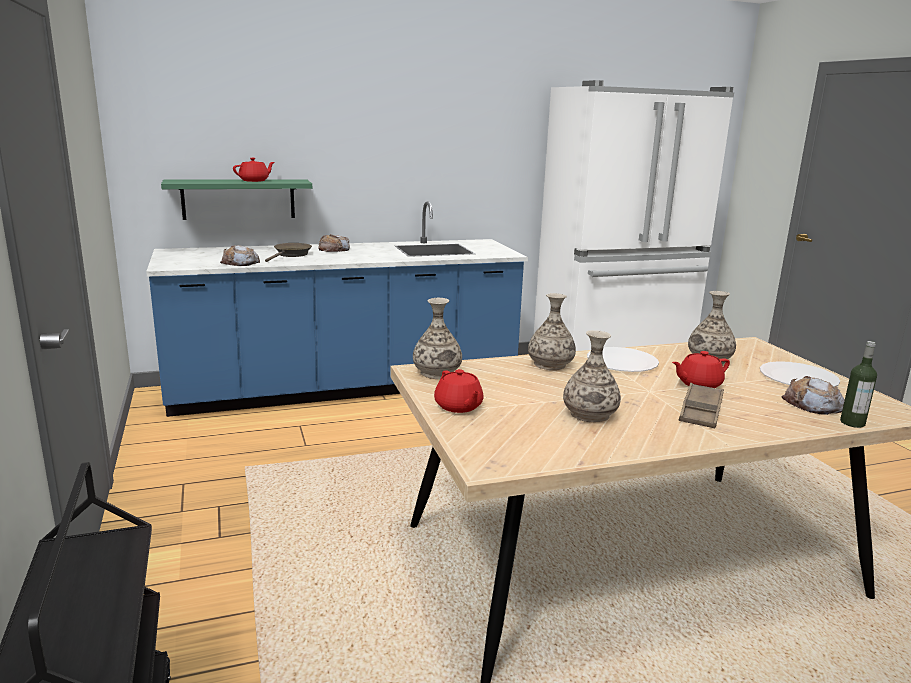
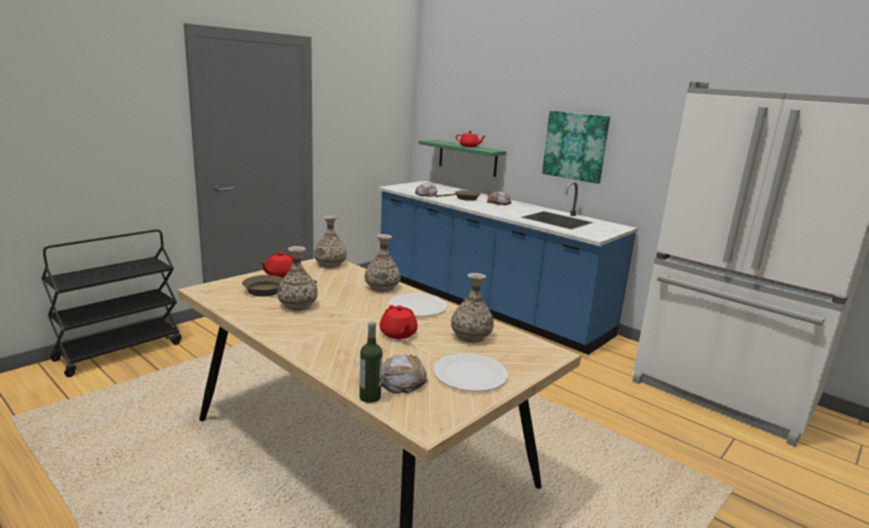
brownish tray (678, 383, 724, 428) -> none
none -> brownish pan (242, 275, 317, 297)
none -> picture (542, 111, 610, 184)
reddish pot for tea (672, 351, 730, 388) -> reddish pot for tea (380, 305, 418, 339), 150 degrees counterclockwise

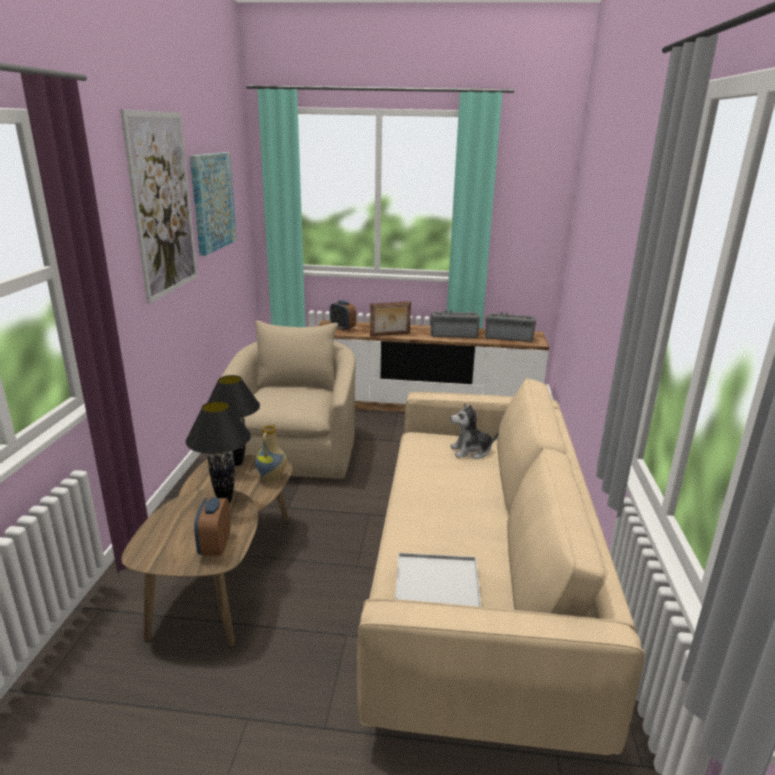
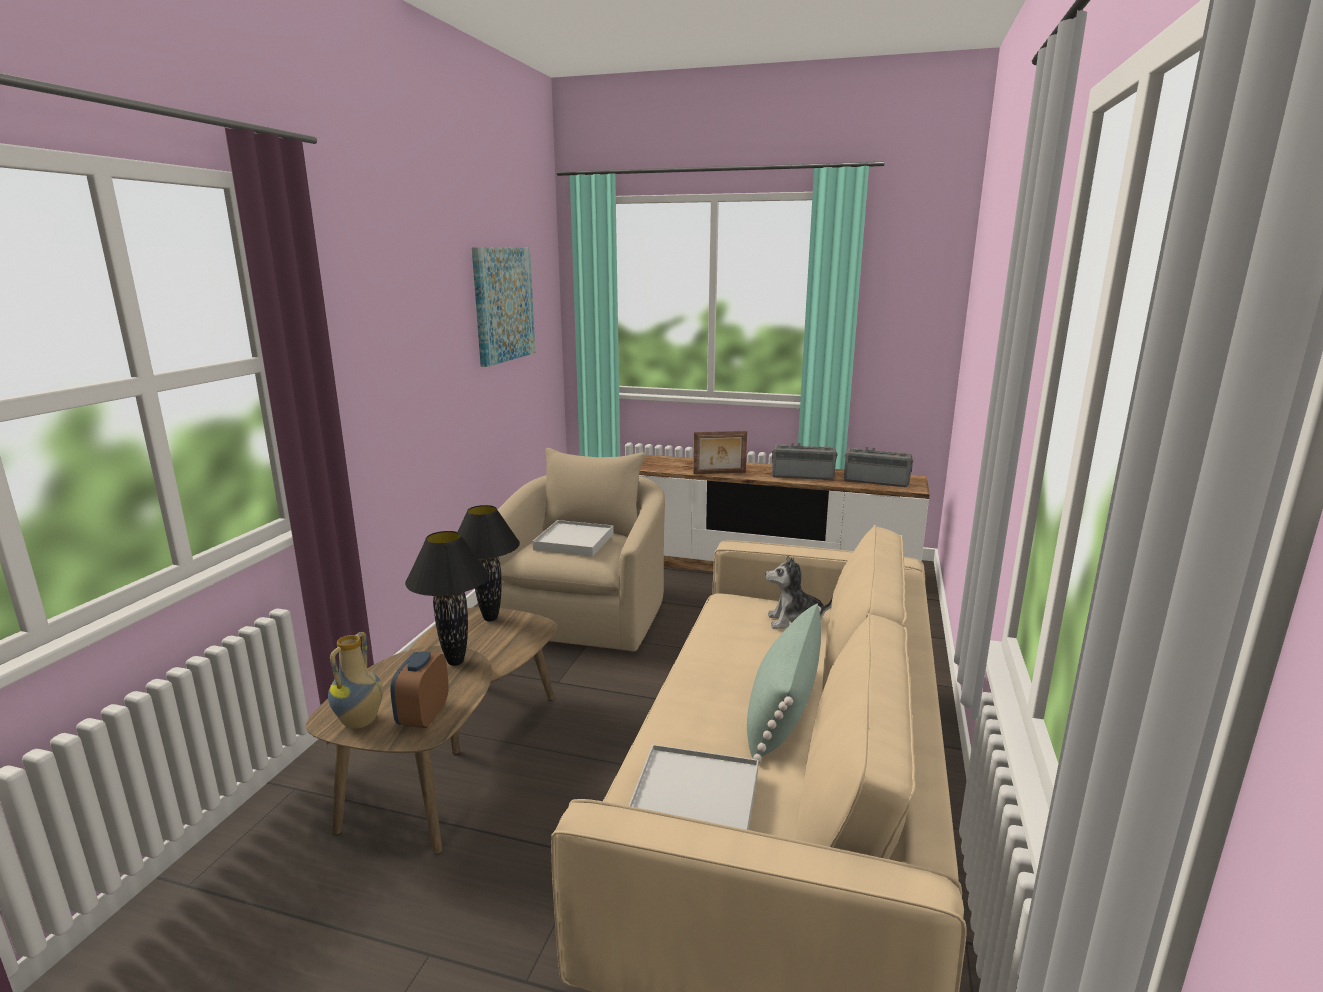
picture (120, 109, 198, 304) -> none
alarm clock (330, 300, 356, 331) -> none
none -> white-coloured tray (533, 520, 614, 557)
none -> green throw pillow (747, 603, 821, 763)
decorative vase (255, 423, 287, 482) -> decorative vase (328, 632, 383, 729), move

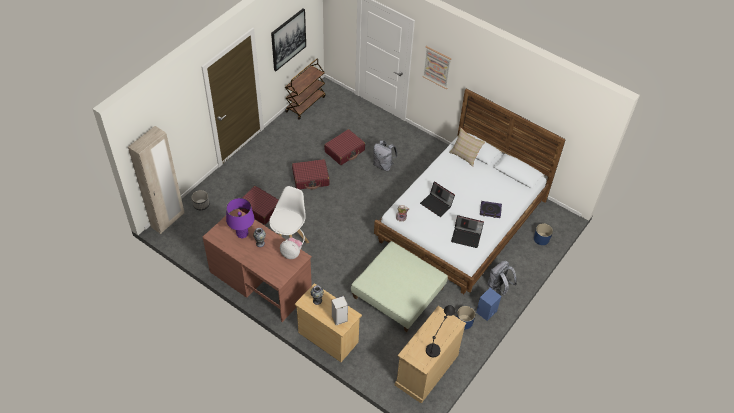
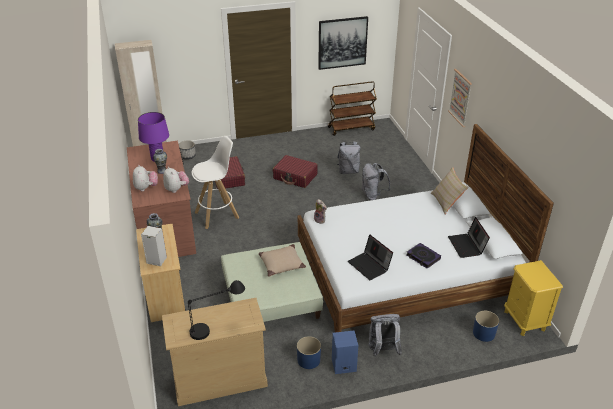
none -> soft toy (133, 165, 158, 191)
none -> beige throw pillow (259, 244, 306, 276)
none -> yellow-coloured night table (504, 260, 563, 336)
portable computer (420, 181, 455, 217) -> portable computer (448, 217, 490, 258), move
reddish suitcase (324, 129, 365, 165) -> greyish rucksack (337, 141, 361, 174)

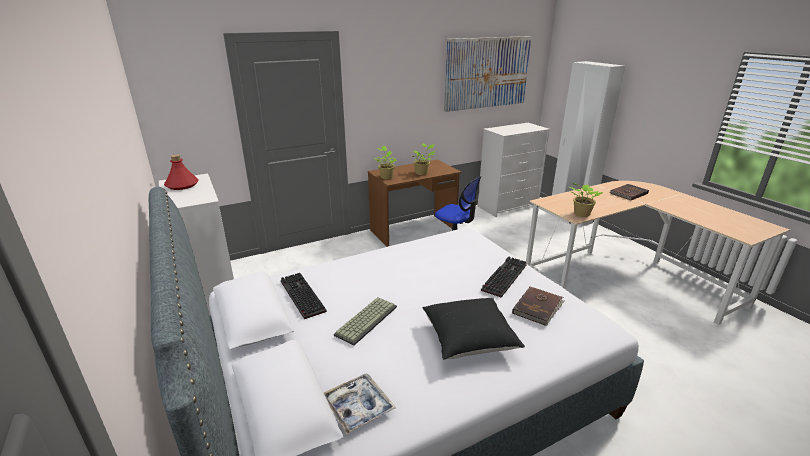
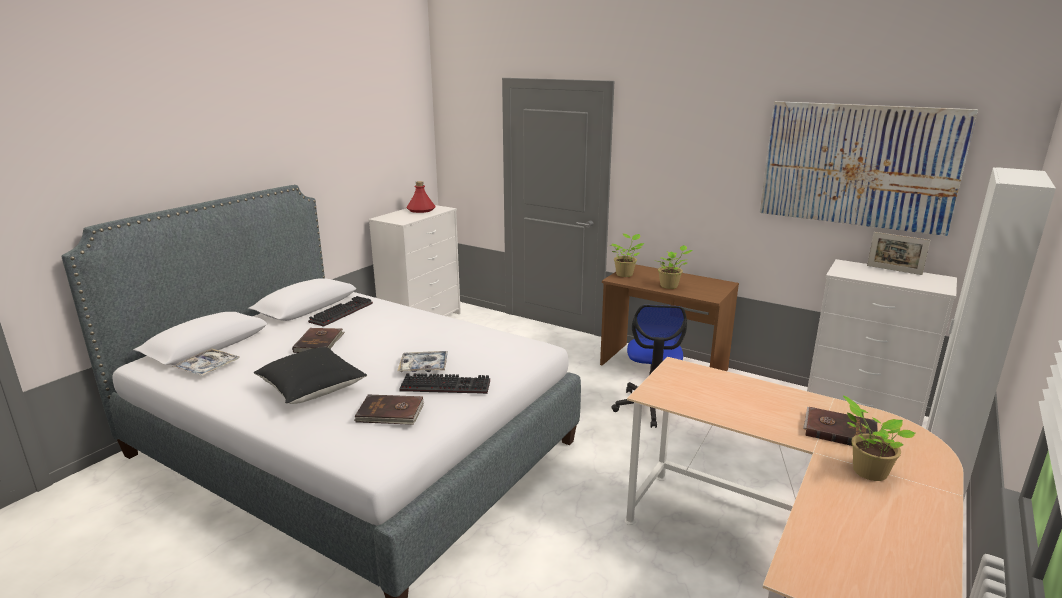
none -> tray (397, 351, 448, 372)
none -> picture frame (867, 232, 930, 275)
plant in a pot (570, 183, 603, 217) -> plant in a pot (843, 396, 915, 481), move
computer keyboard (334, 297, 397, 346) -> brownish volume (292, 328, 345, 353)

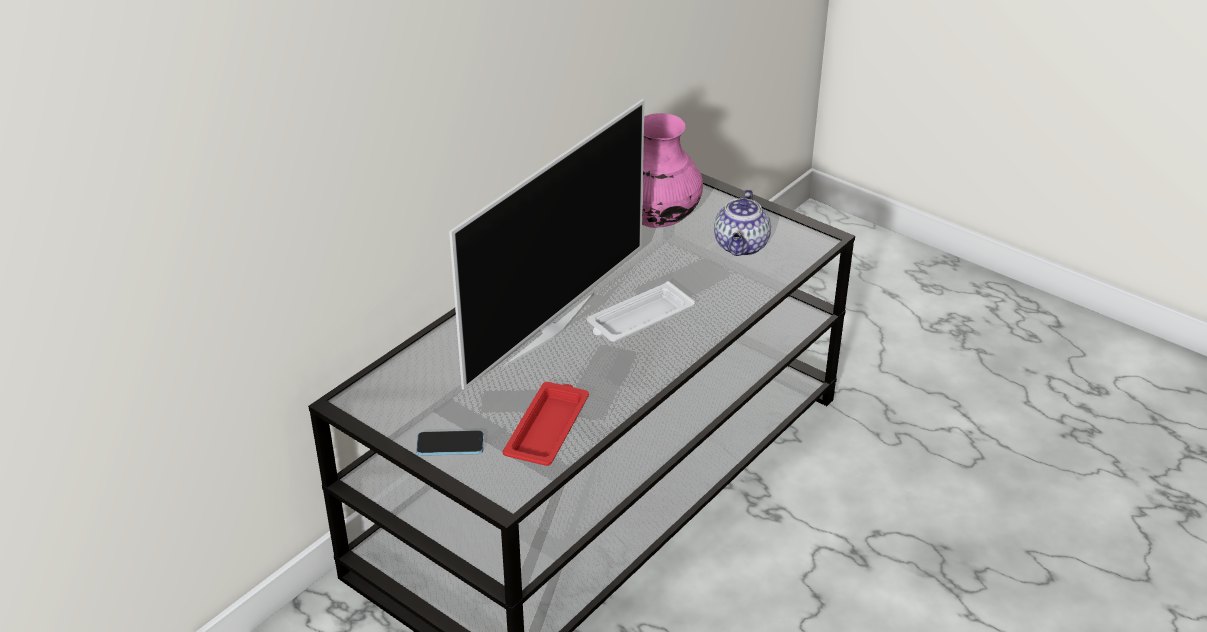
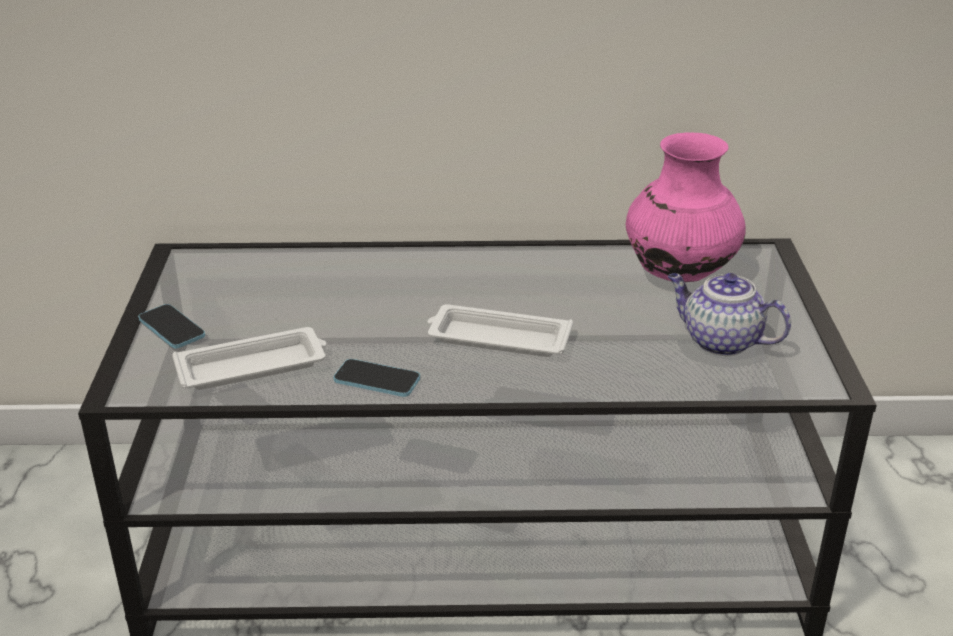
TV (449, 99, 645, 390) -> none
none -> phone (333, 359, 420, 397)
reddish tray (503, 382, 589, 466) -> white-coloured tray (173, 327, 327, 390)
pot for tea (714, 189, 771, 256) -> pot for tea (668, 273, 791, 356), 60 degrees clockwise

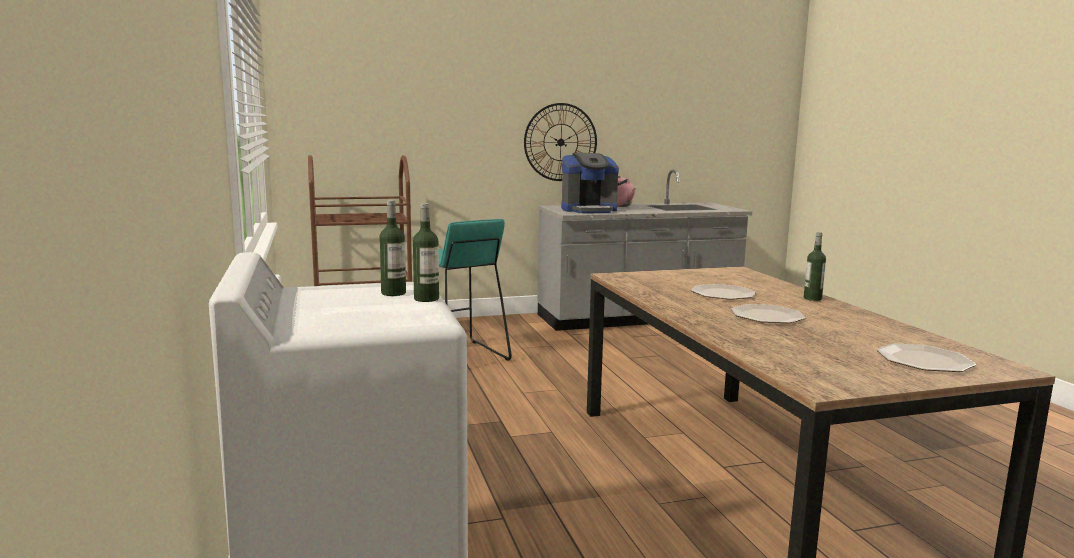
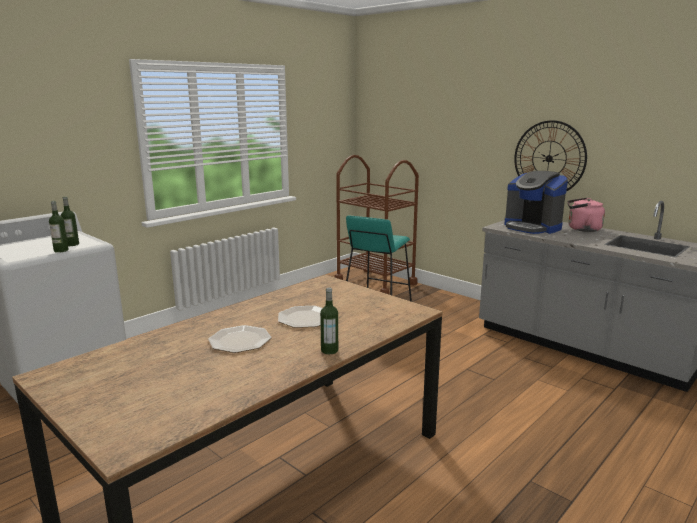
plate (877, 344, 976, 372) -> none

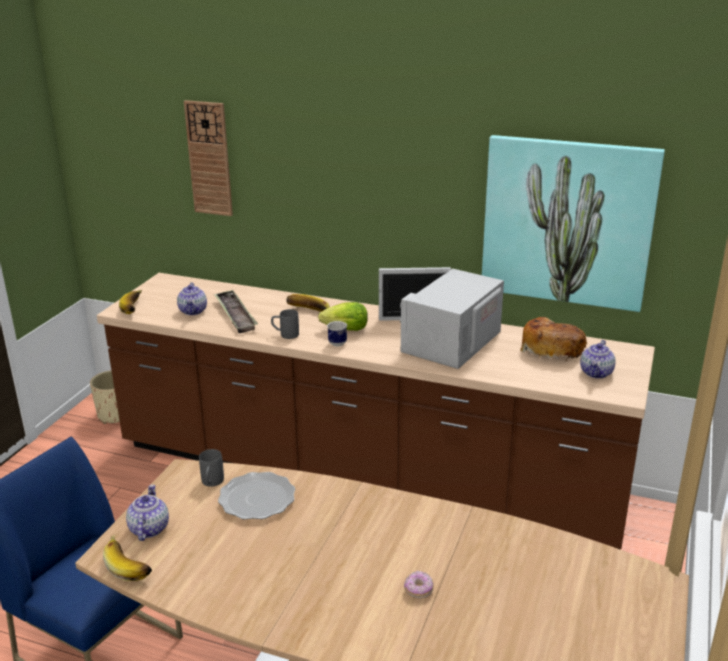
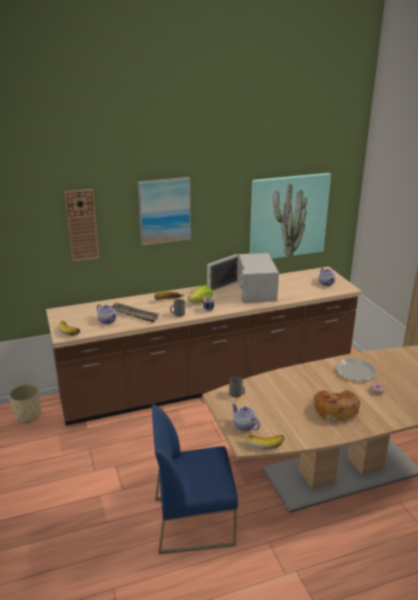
none -> picture (138, 177, 191, 246)
plate (218, 472, 295, 520) -> plate (336, 358, 376, 381), move
bread (520, 317, 587, 360) -> bread (313, 390, 360, 422), move

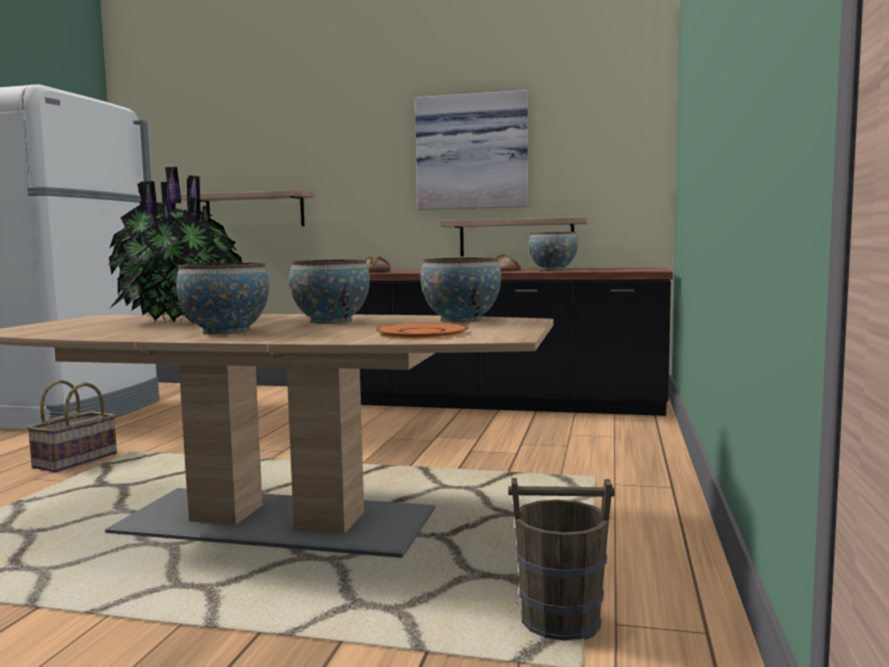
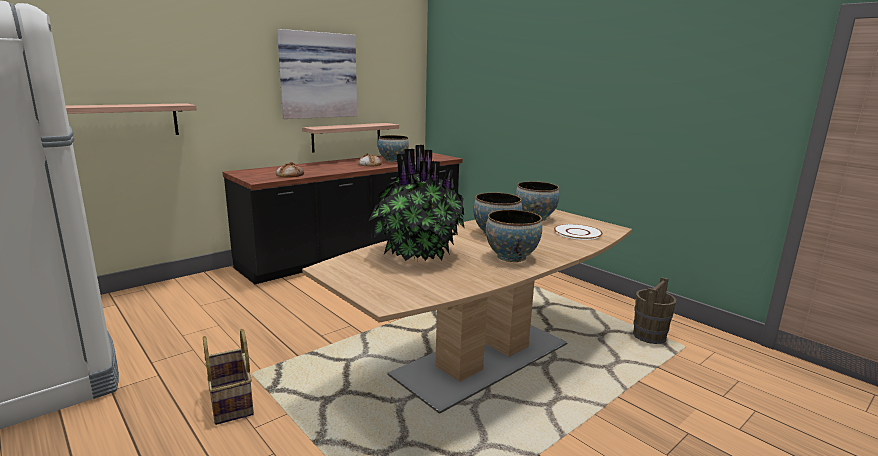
orange-coloured plate (376, 323, 468, 339) -> white-coloured plate (554, 224, 603, 240)

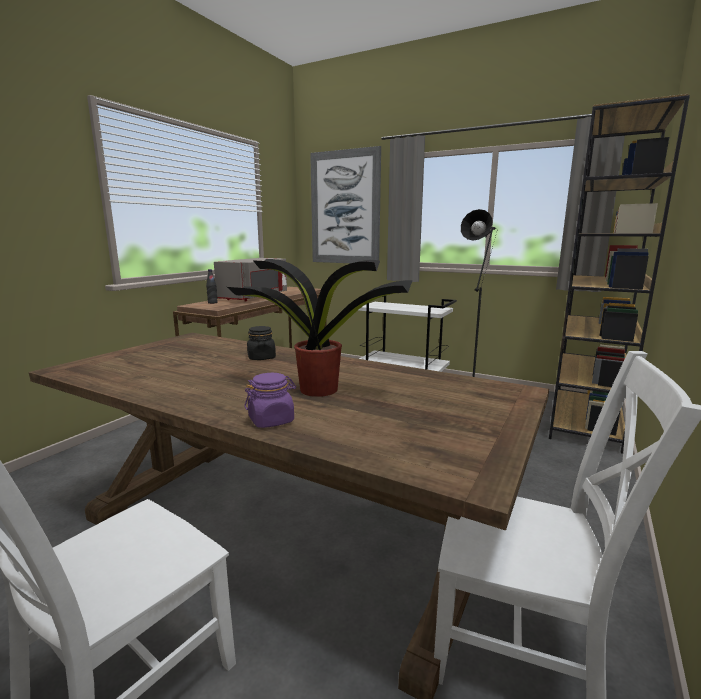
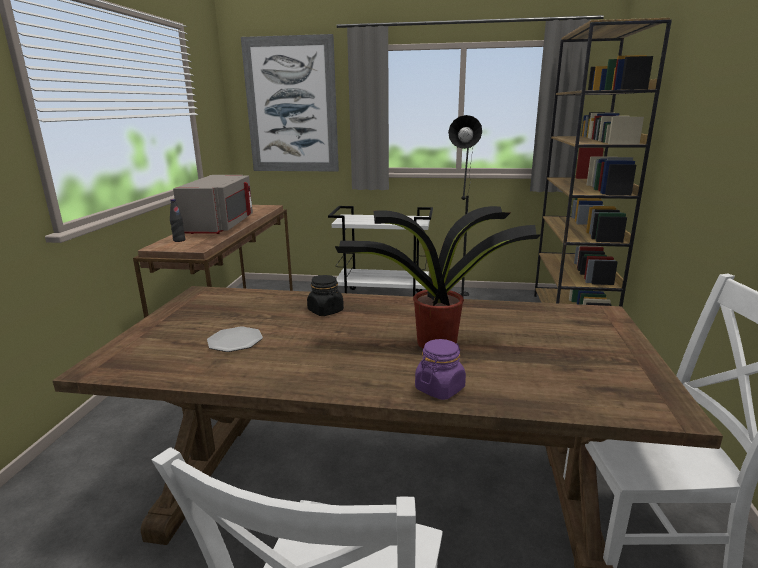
none -> plate (207, 327, 263, 352)

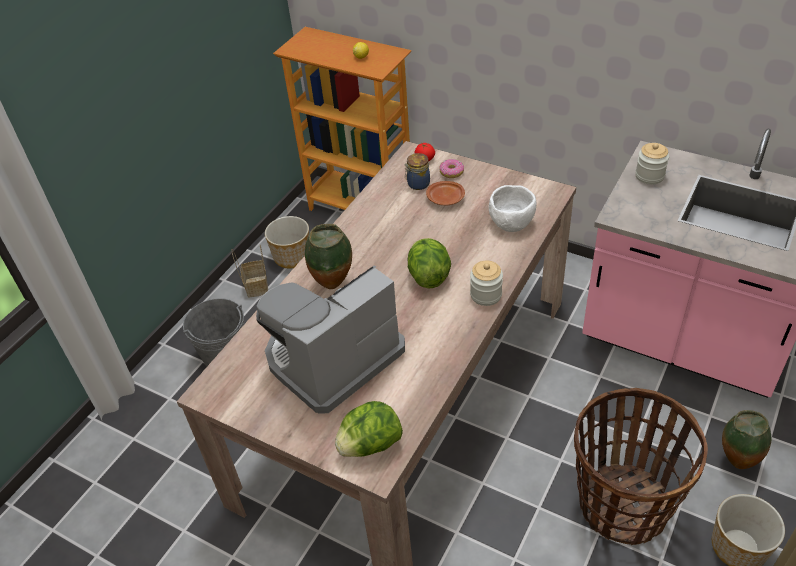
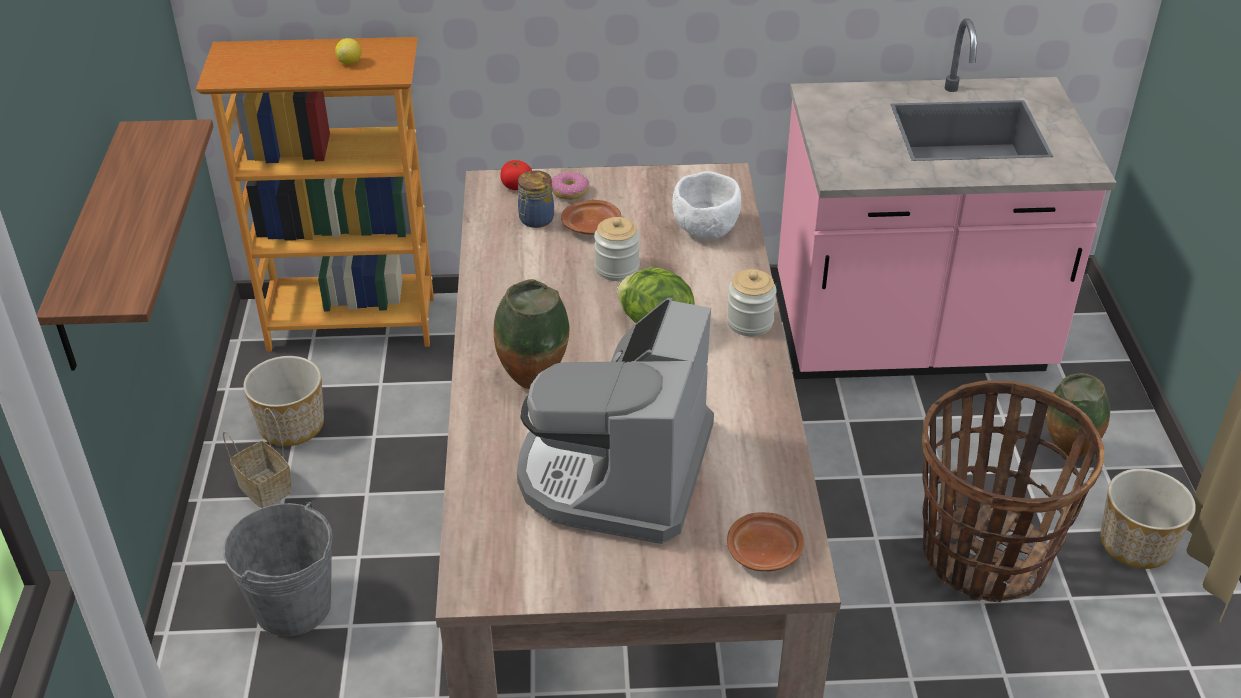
none -> wall shelf (37, 119, 214, 370)
storage jar (635, 143, 669, 185) -> storage jar (594, 217, 640, 281), move
lettuce head (335, 401, 403, 457) -> brownish plate (727, 512, 804, 571)

